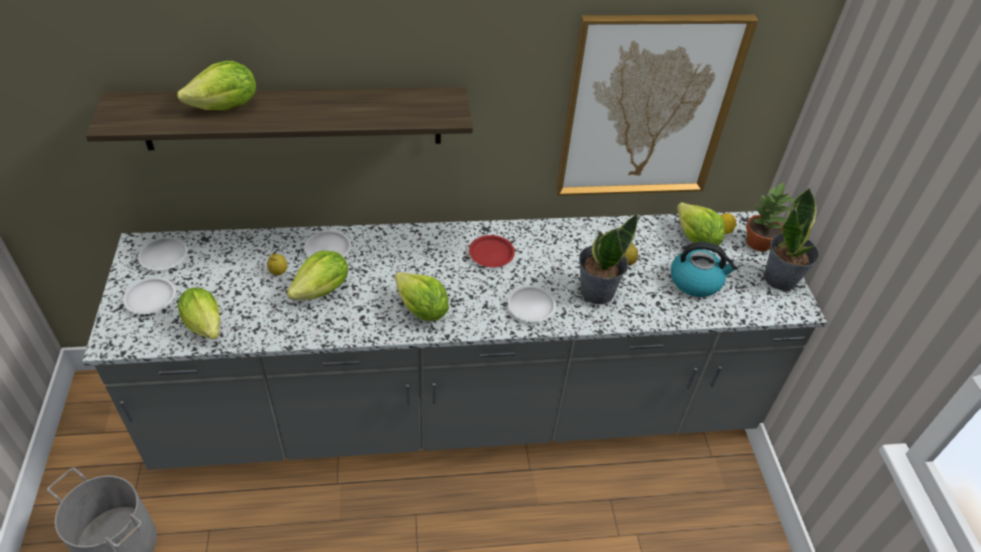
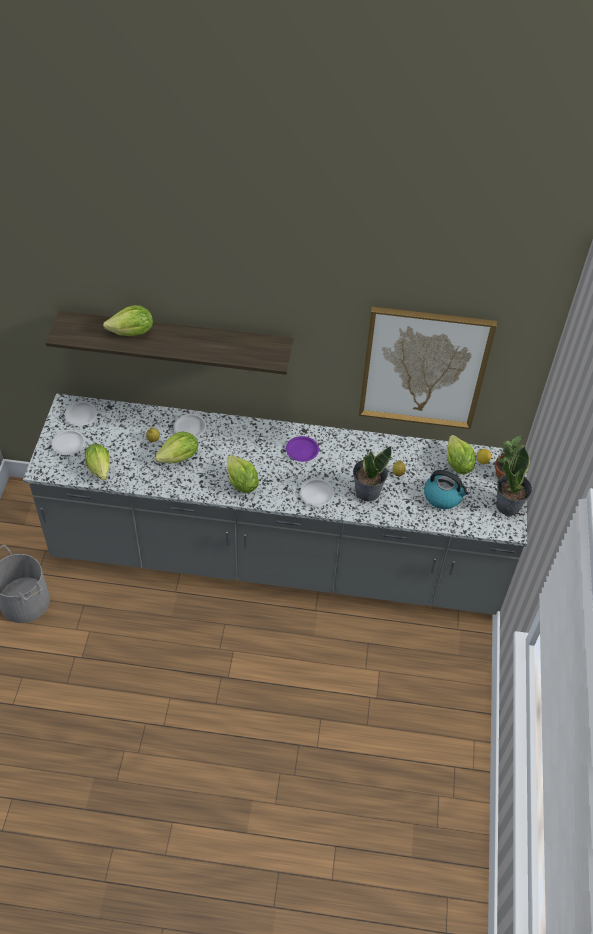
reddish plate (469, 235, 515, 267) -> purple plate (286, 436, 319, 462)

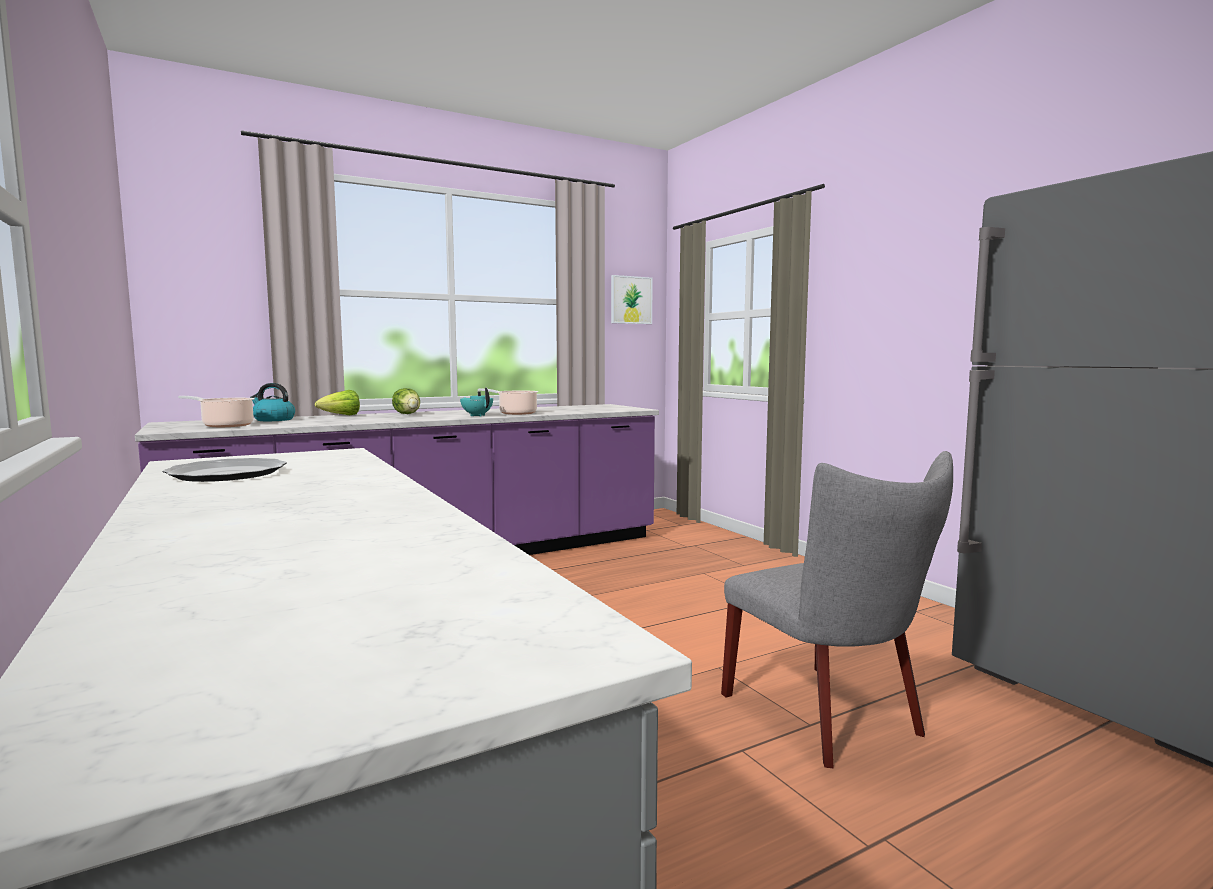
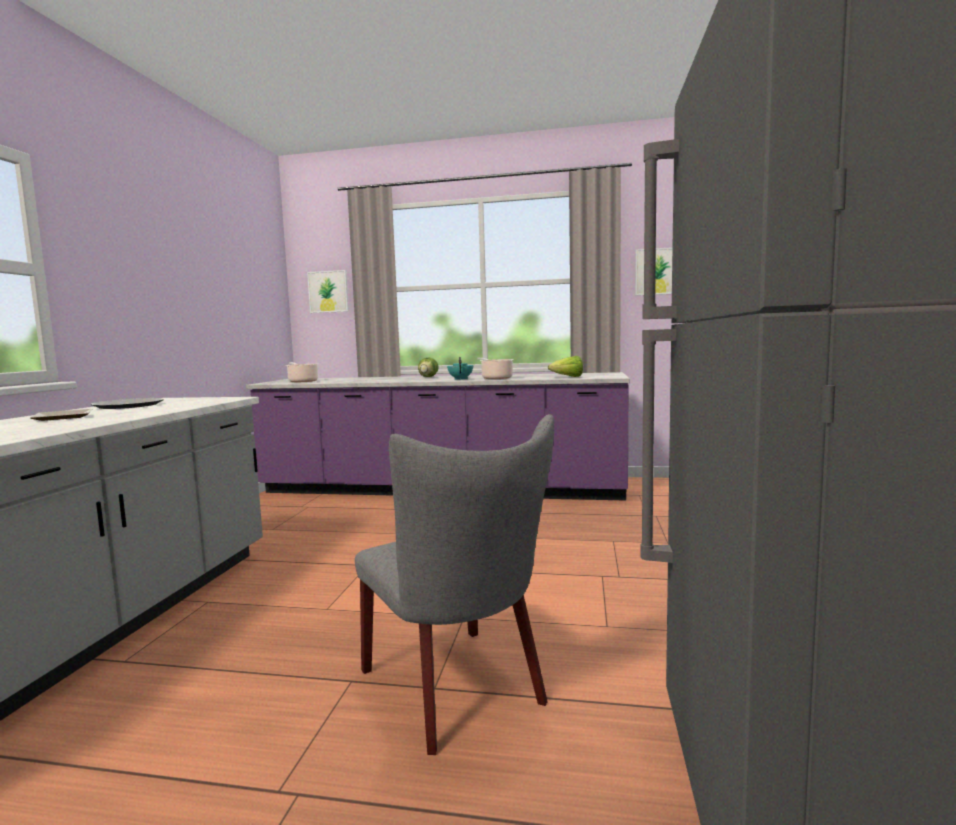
kettle (250, 383, 295, 421) -> none
none -> plate (30, 409, 92, 421)
none -> picture (307, 270, 349, 313)
lettuce head (315, 390, 360, 415) -> lettuce head (548, 356, 583, 377), move
greyish plain chair (721, 451, 953, 768) -> greyish plain chair (355, 414, 554, 755), 45 degrees counterclockwise

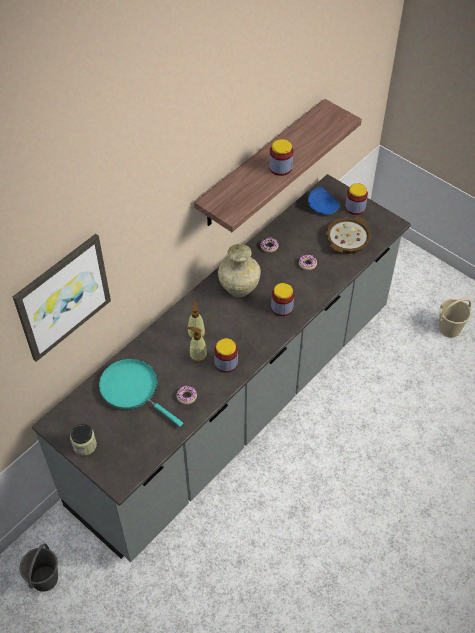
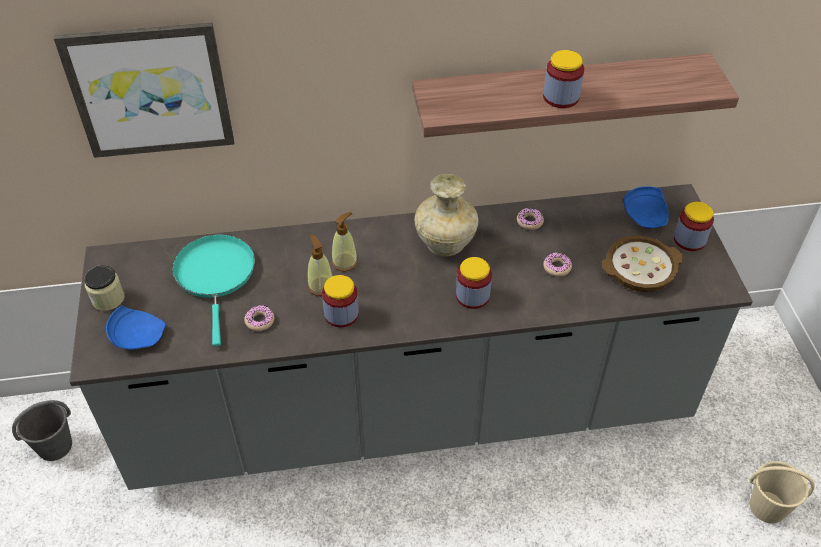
none -> bluish plate (106, 306, 166, 350)

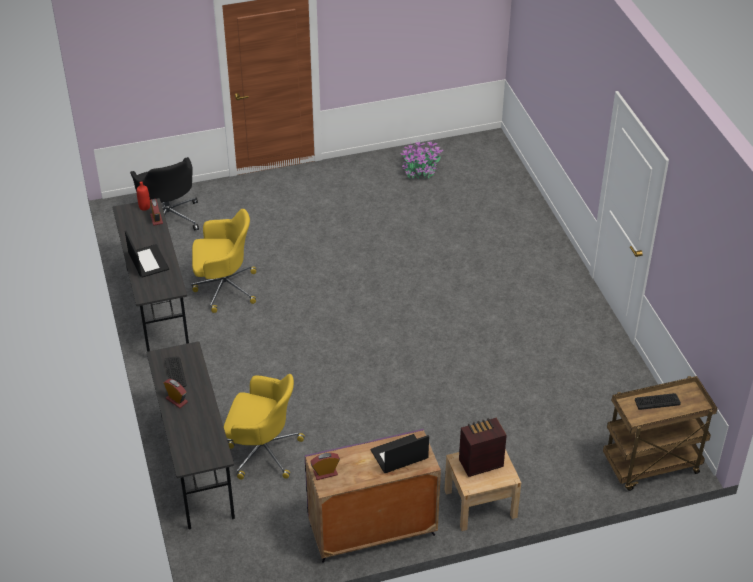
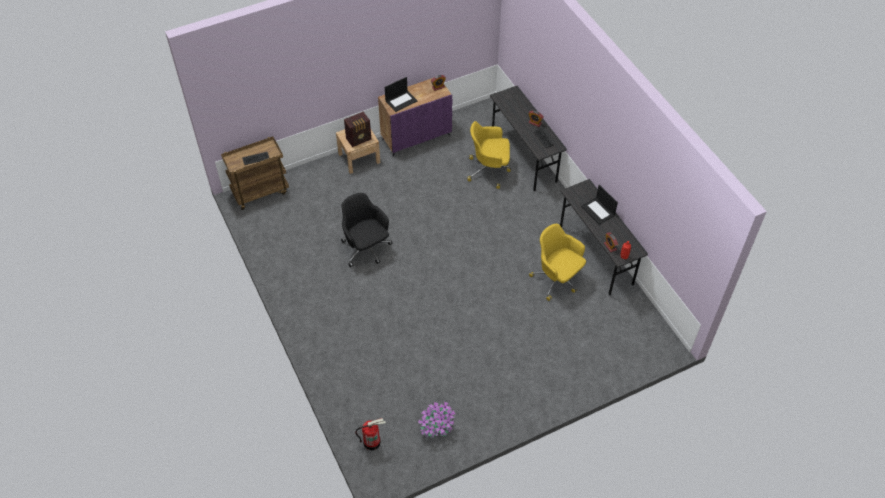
none -> fire extinguisher (355, 418, 386, 450)
blackish office chair (130, 157, 199, 231) -> blackish office chair (341, 193, 393, 267), move
yellow-coloured office chair (191, 209, 256, 313) -> yellow-coloured office chair (529, 224, 586, 301), 60 degrees clockwise

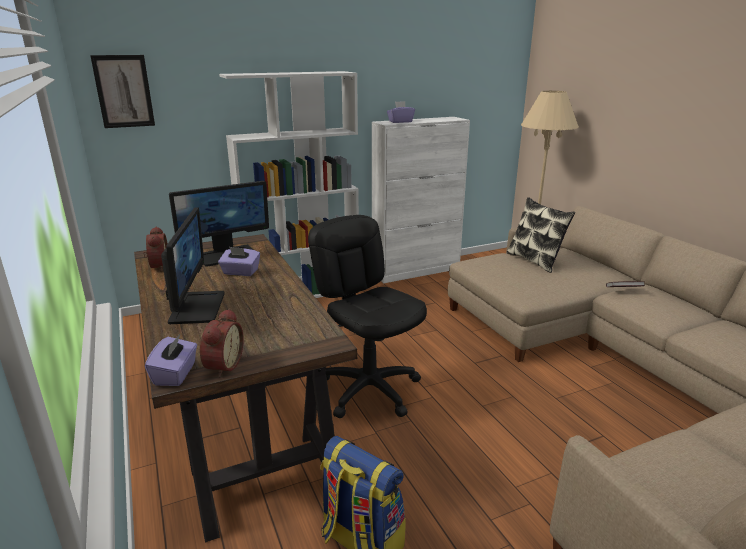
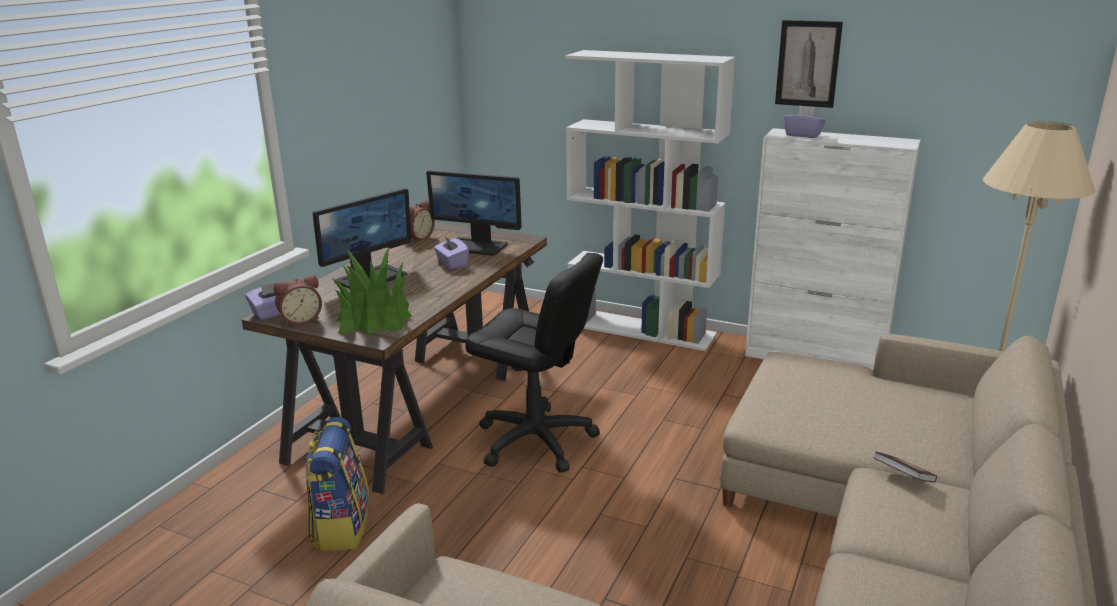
throw pillow (507, 197, 575, 273) -> none
none -> plant in a pot (332, 247, 412, 334)
picture (90, 55, 155, 128) -> picture (775, 20, 843, 108), move
blackish office chair (308, 215, 427, 418) -> blackish office chair (465, 253, 603, 473), 105 degrees clockwise

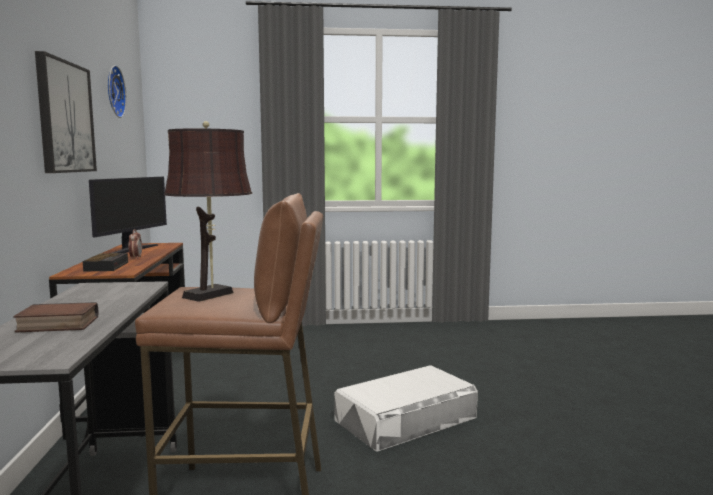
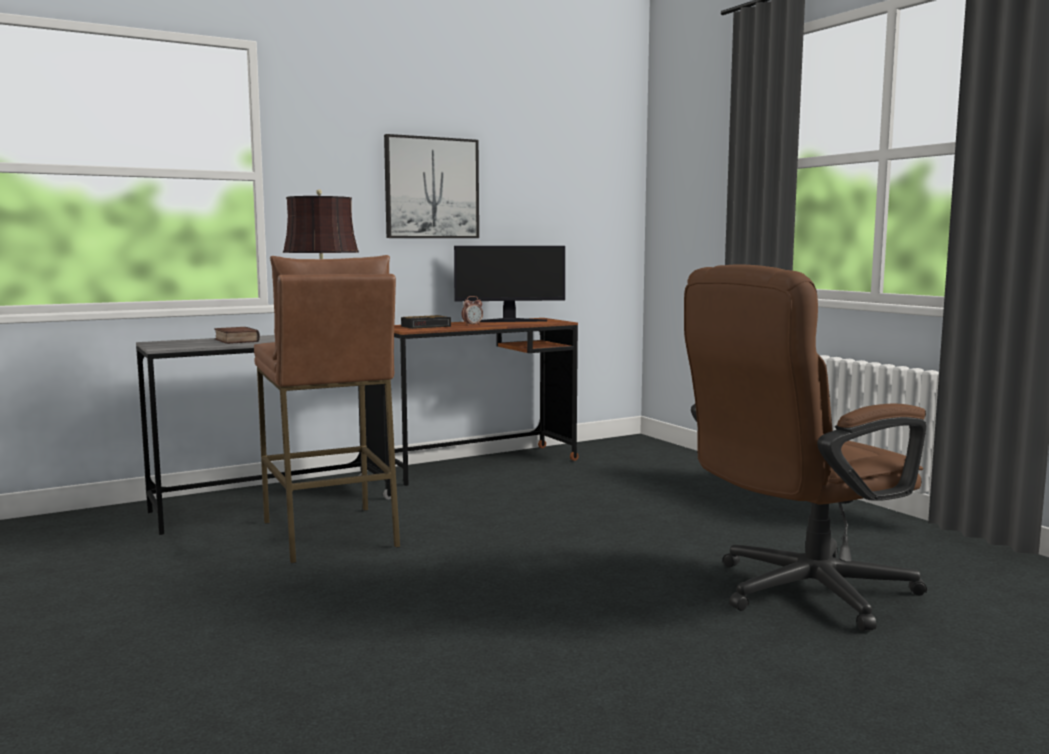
wall clock (108, 65, 127, 118) -> none
white-coloured storage box (334, 365, 478, 452) -> none
none -> brownish office chair (684, 265, 927, 631)

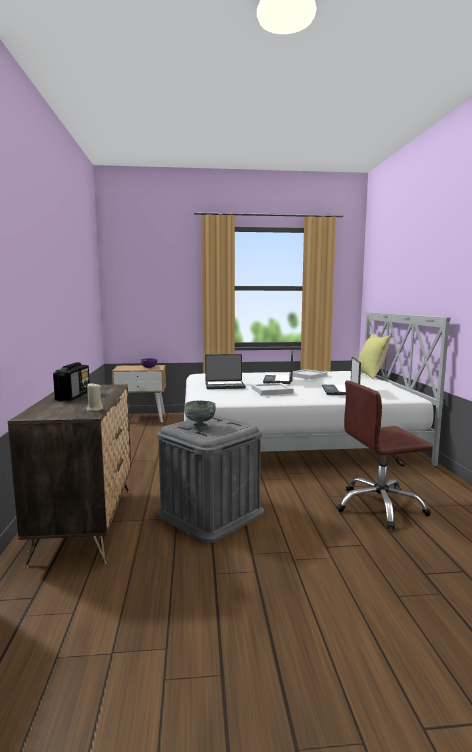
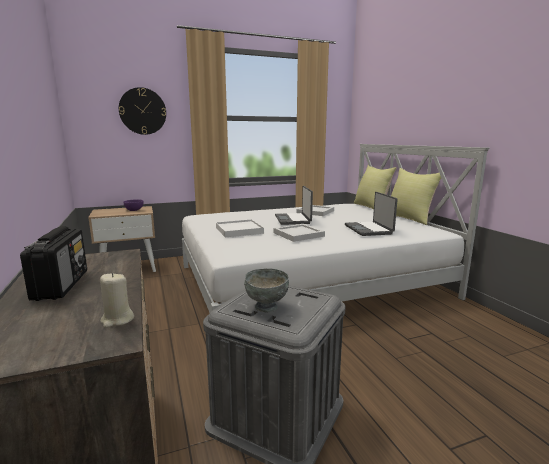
brownish office chair (337, 380, 433, 529) -> none
none -> wall clock (119, 87, 166, 135)
none -> yellow-coloured throw pillow (391, 168, 441, 225)
portable computer (205, 354, 245, 389) -> white-coloured tray (216, 219, 264, 237)

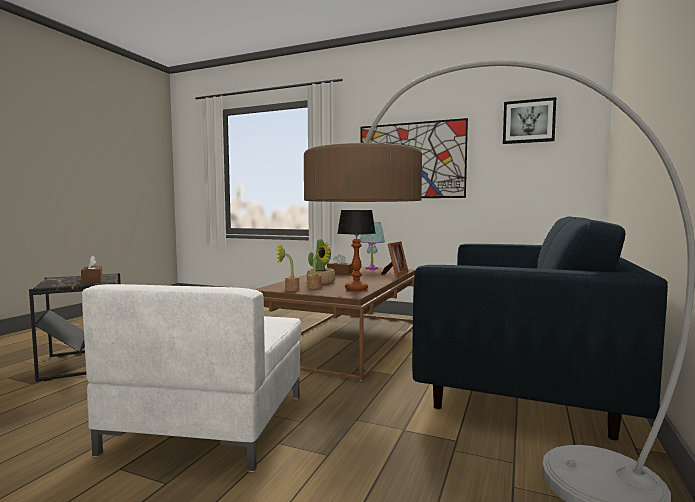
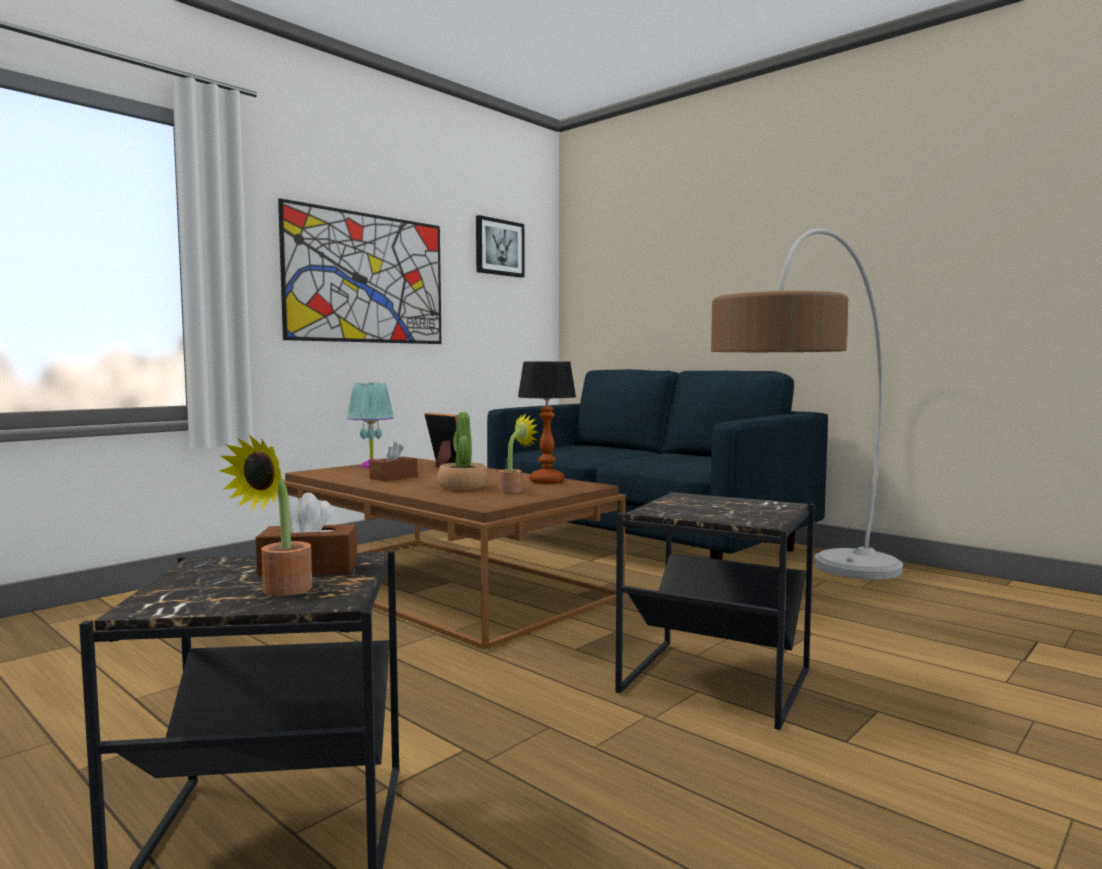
plant in a pot (276, 242, 299, 291) -> plant in a pot (220, 435, 312, 596), move
white-coloured armchair (82, 284, 302, 472) -> blackish accent table (615, 491, 815, 730)

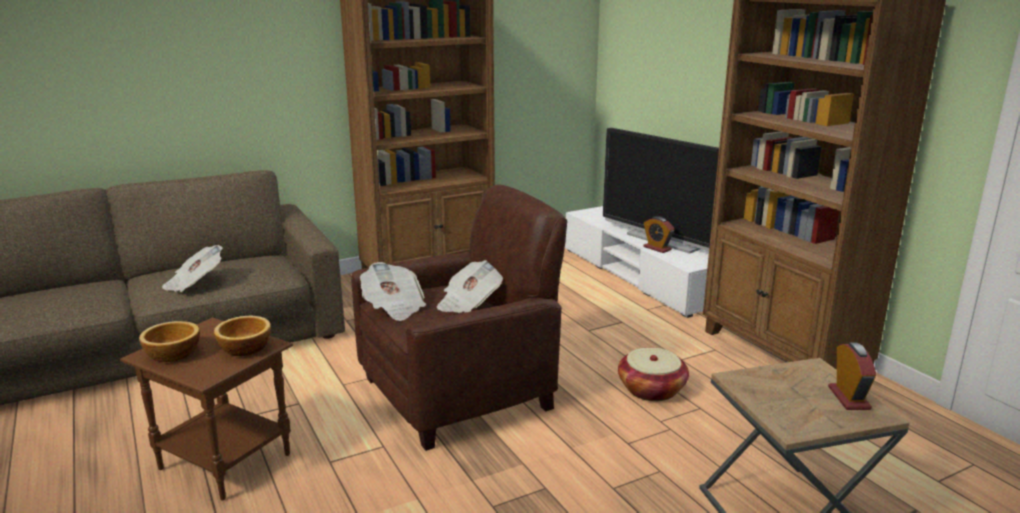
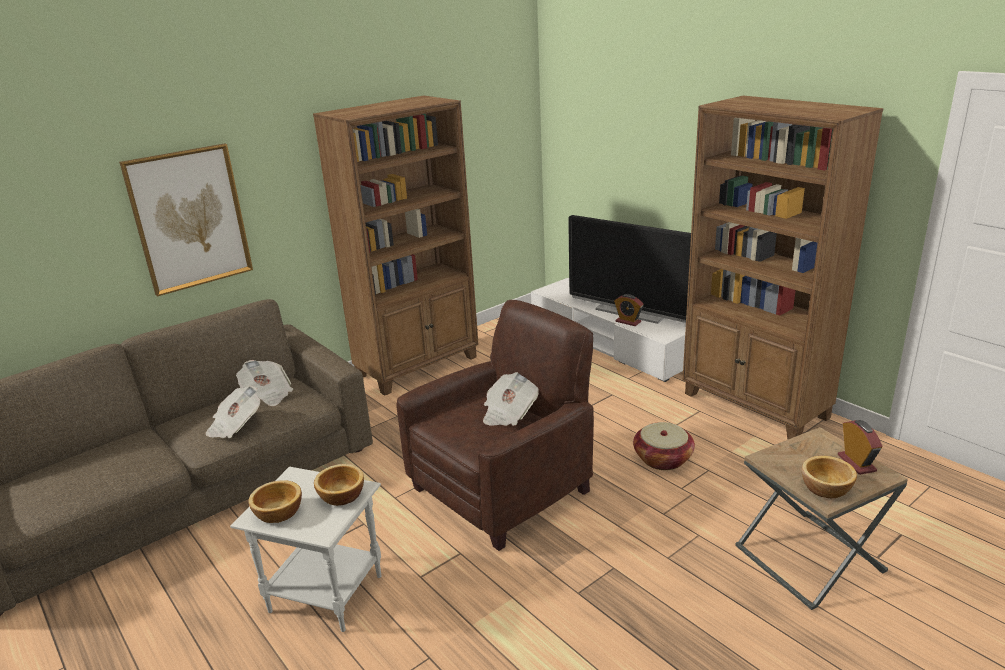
none -> picture (119, 143, 253, 297)
none -> deep dish (802, 456, 857, 498)
daily paper (360, 262, 426, 321) -> daily paper (236, 360, 293, 406), move
brownish accent table (120, 318, 293, 501) -> white-coloured accent table (230, 467, 381, 632)

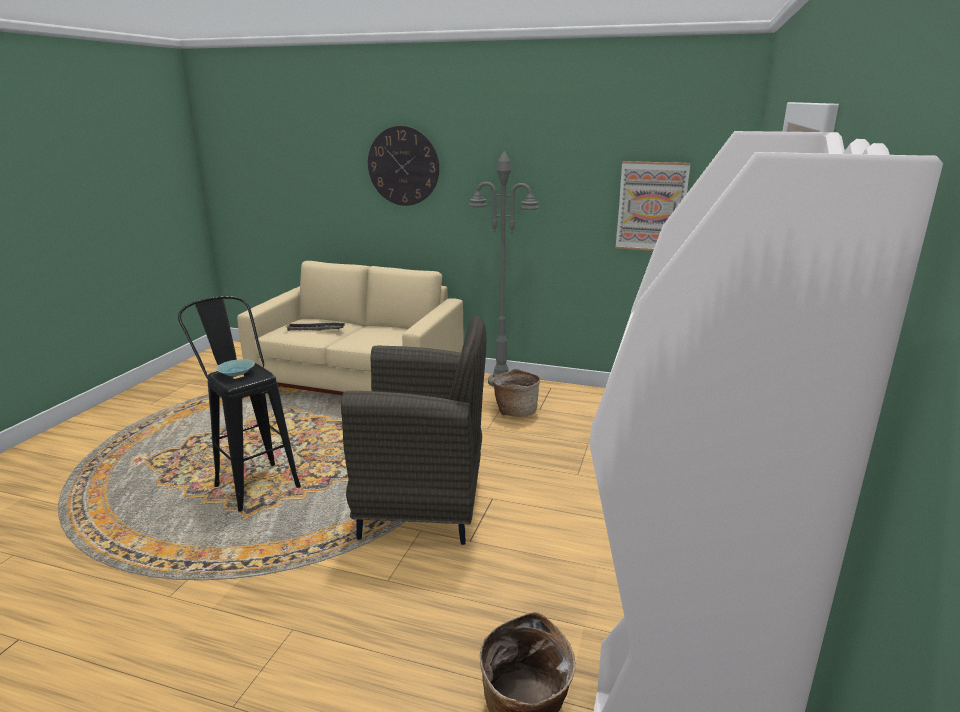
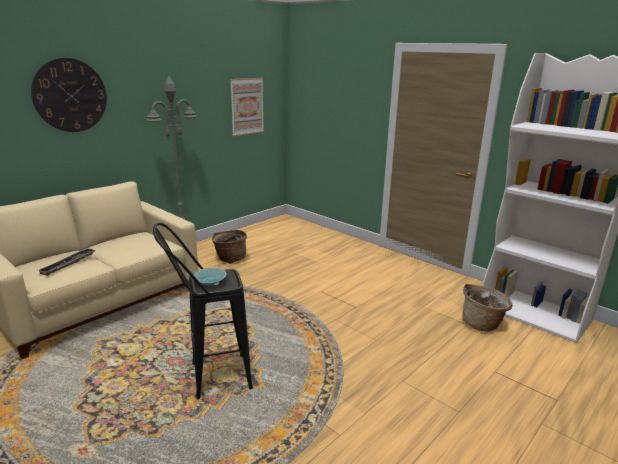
greyish armchair (341, 315, 487, 545) -> none

